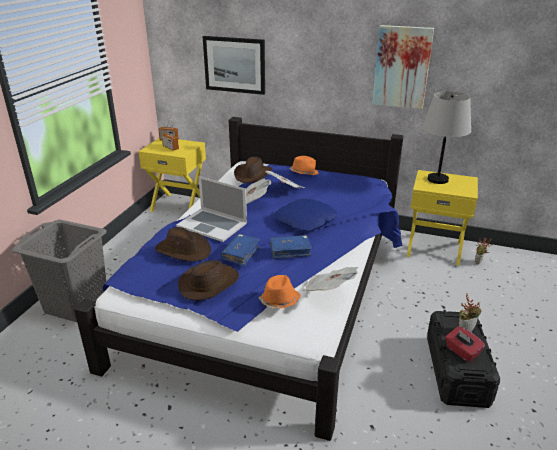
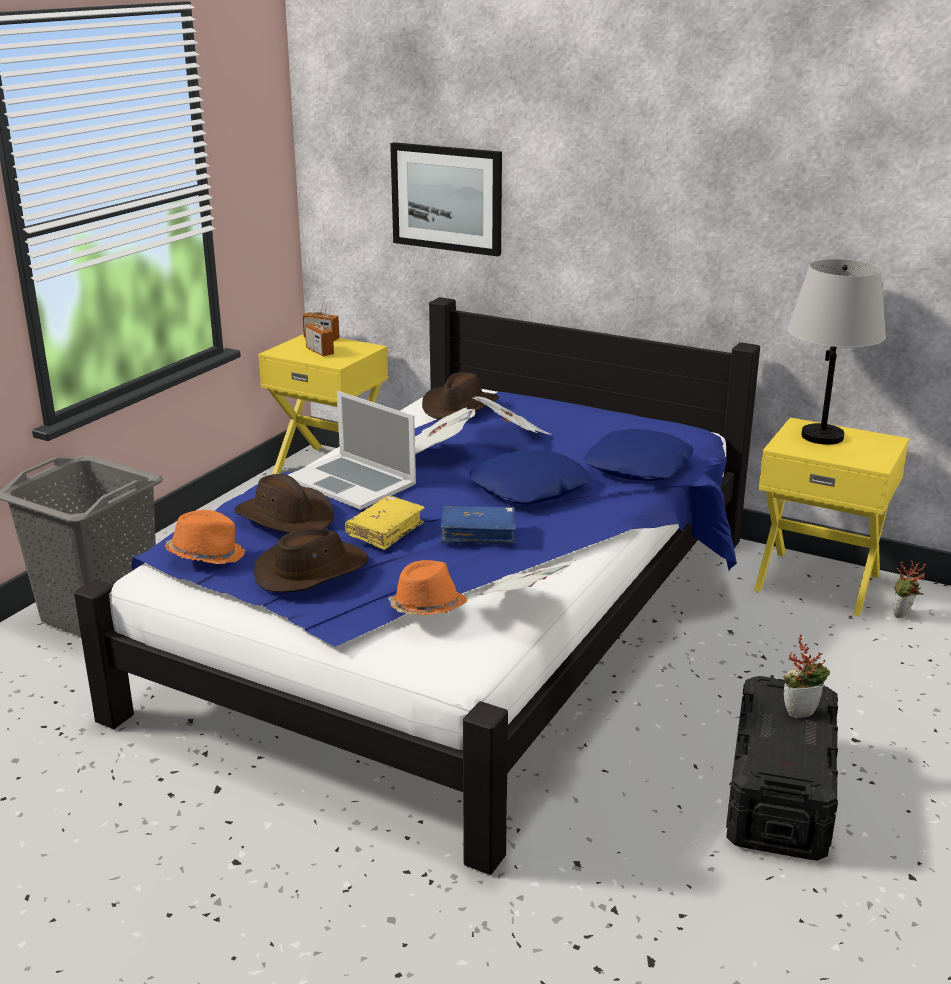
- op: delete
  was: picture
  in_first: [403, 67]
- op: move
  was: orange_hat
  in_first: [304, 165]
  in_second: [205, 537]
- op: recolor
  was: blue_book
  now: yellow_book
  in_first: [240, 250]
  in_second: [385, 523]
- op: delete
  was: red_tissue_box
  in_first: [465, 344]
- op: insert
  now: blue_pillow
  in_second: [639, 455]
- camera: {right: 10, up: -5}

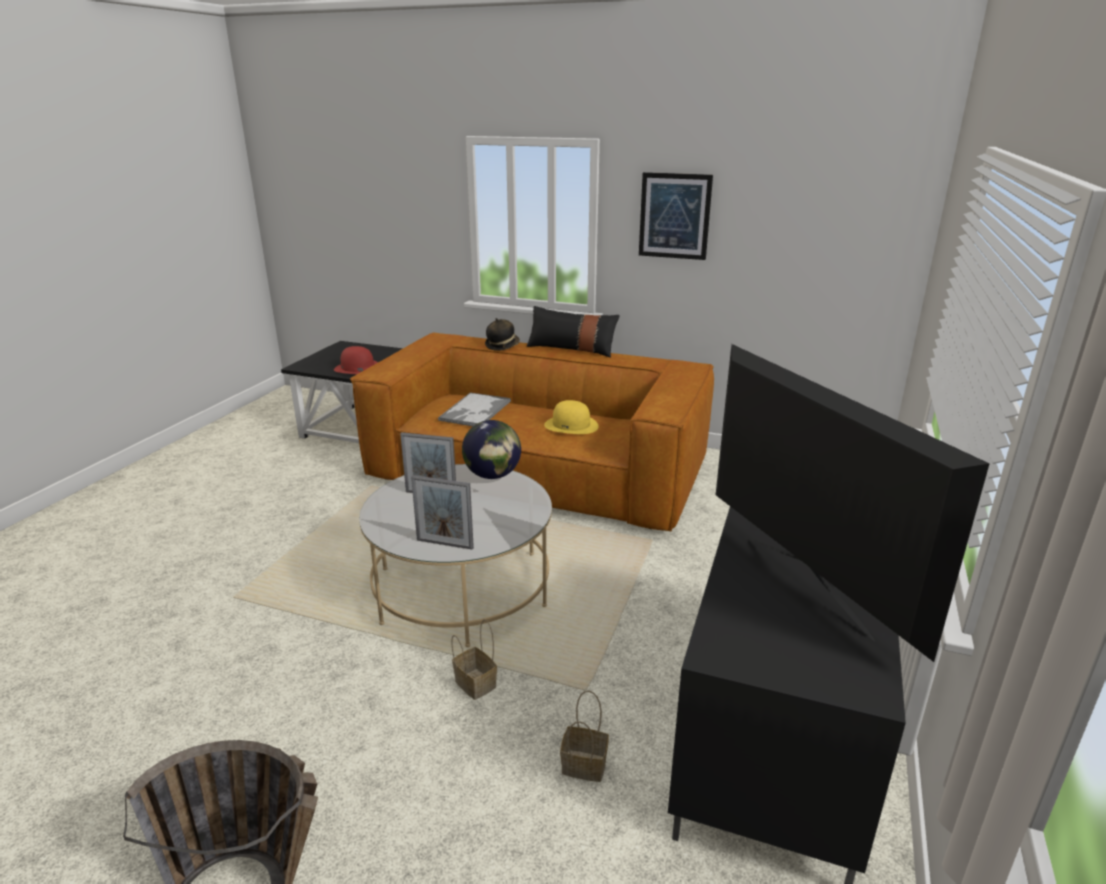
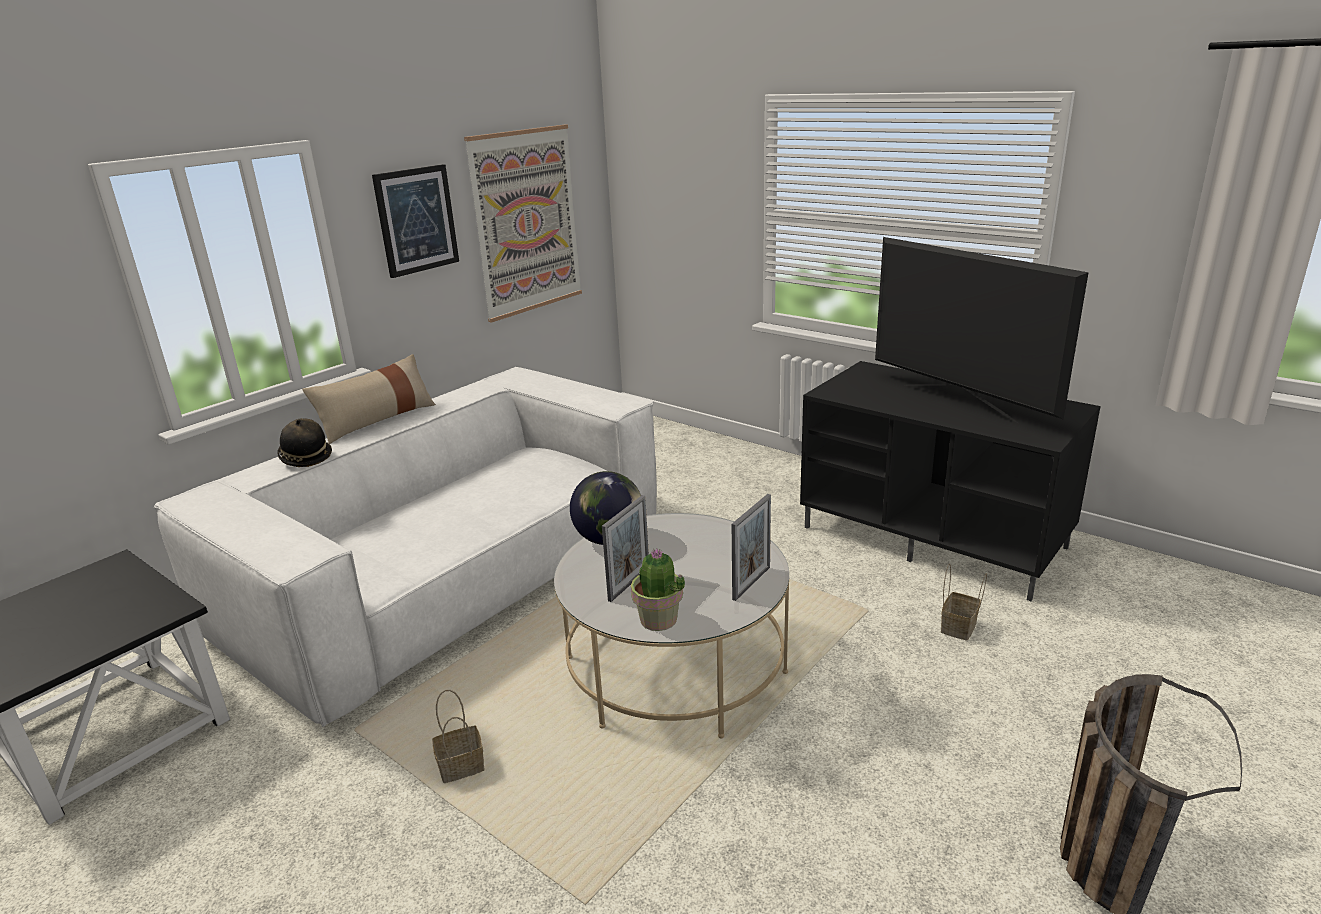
- op: recolor
  was: black_pillow
  now: beige_pillow
  in_first: [573, 331]
  in_second: [369, 399]
- op: recolor
  was: brown_sofa
  now: white_sofa
  in_first: [532, 432]
  in_second: [405, 547]
- op: rotate
  was: television
  in_first: [853, 503]
  in_second: [982, 330]
  clockwise: -120
- op: delete
  was: red_hat
  in_first: [356, 360]
- op: delete
  was: tray
  in_first: [474, 409]
- op: delete
  was: yellow_hat
  in_first: [571, 417]
- op: move
  was: basket
  in_first: [474, 659]
  in_second: [458, 736]
- op: insert
  now: picture
  in_second: [523, 224]
- op: insert
  now: potted_plant
  in_second: [658, 590]
- camera: {right: -70, up: 0}

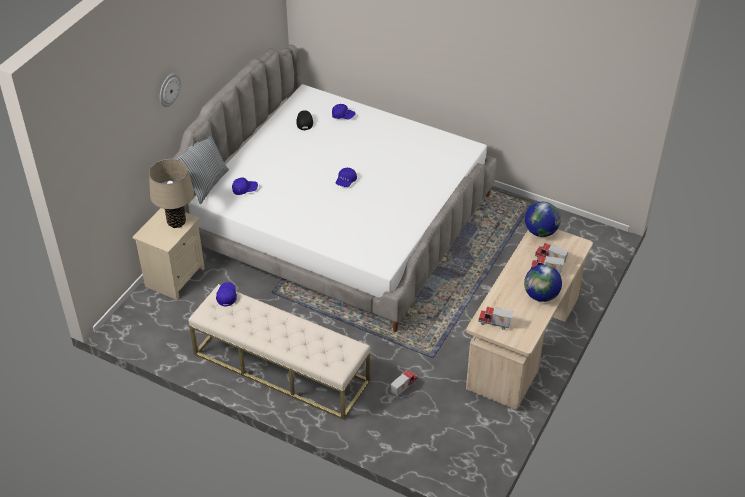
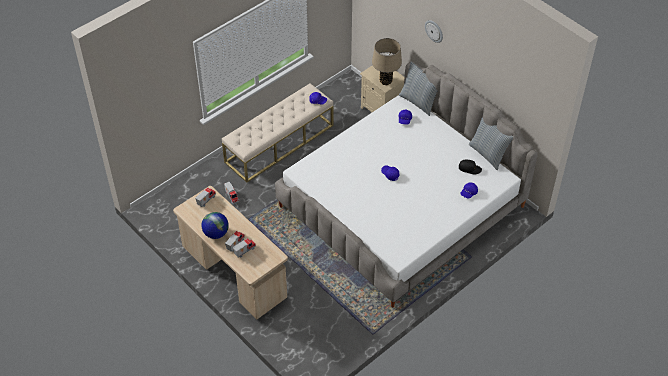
- op: delete
  was: globe
  in_first: [543, 219]
- op: insert
  now: pillow
  in_second: [491, 143]
- camera: {right: 110, up: 5}

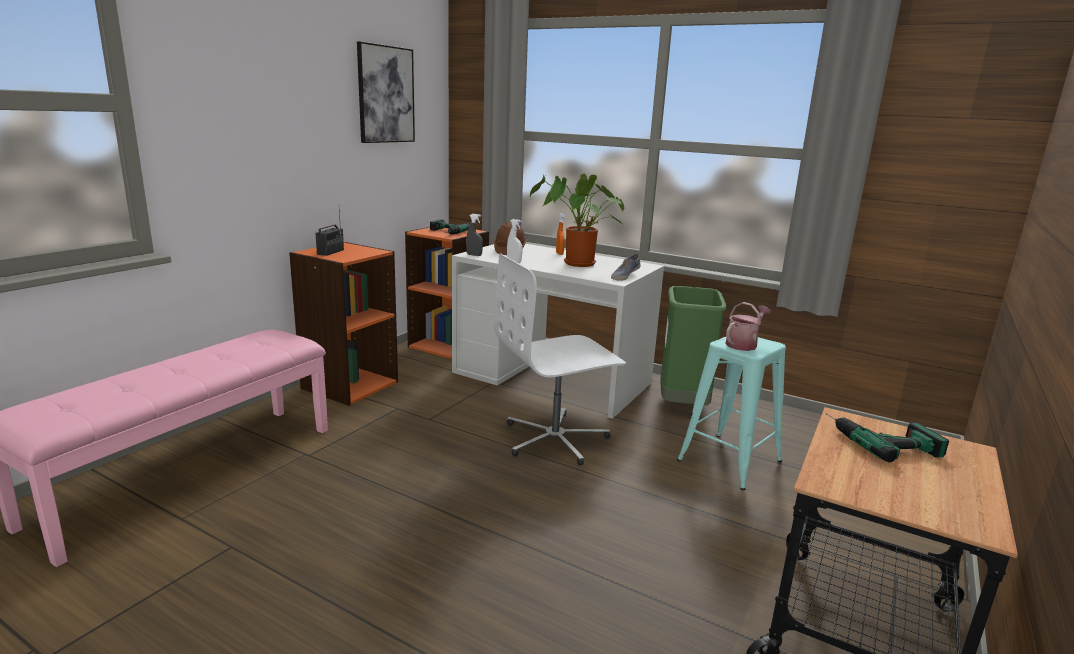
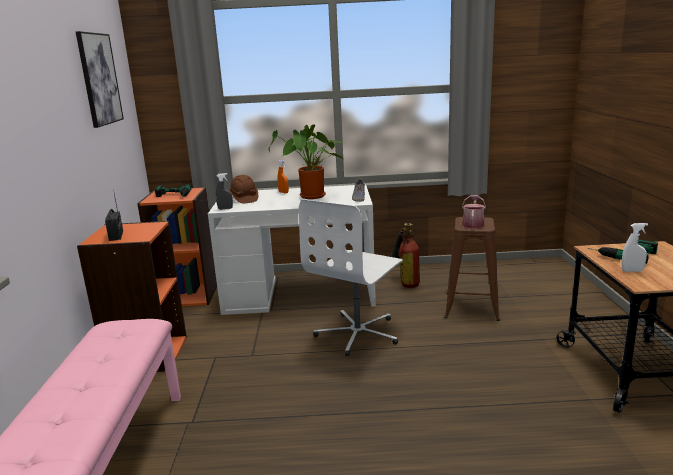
- op: move
  was: white_spray_bottle
  in_first: [514, 241]
  in_second: [634, 247]
- op: replace
  was: green_trash_can
  now: fire_extinguisher
  in_first: [693, 345]
  in_second: [405, 255]
- op: recolor
  was: turquoise_stool
  now: brown_stool
  in_first: [731, 413]
  in_second: [472, 269]
- camera: {right: -30, up: 0}

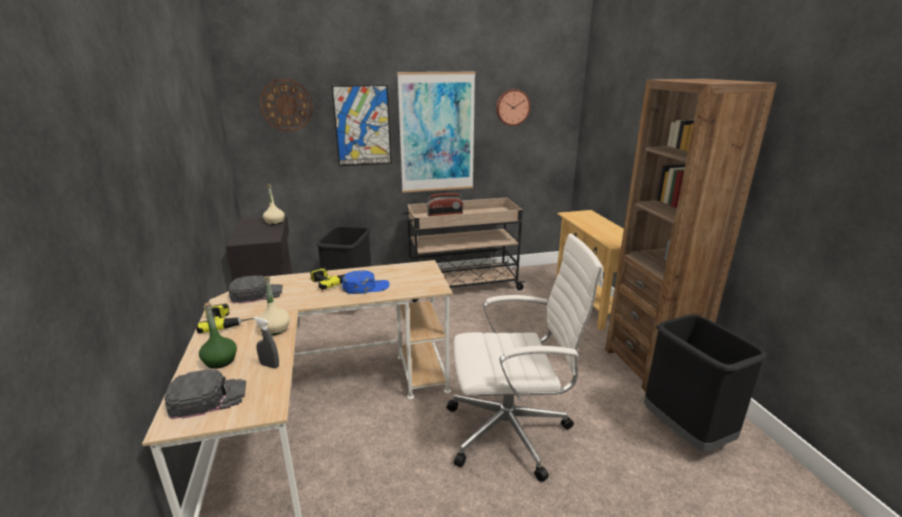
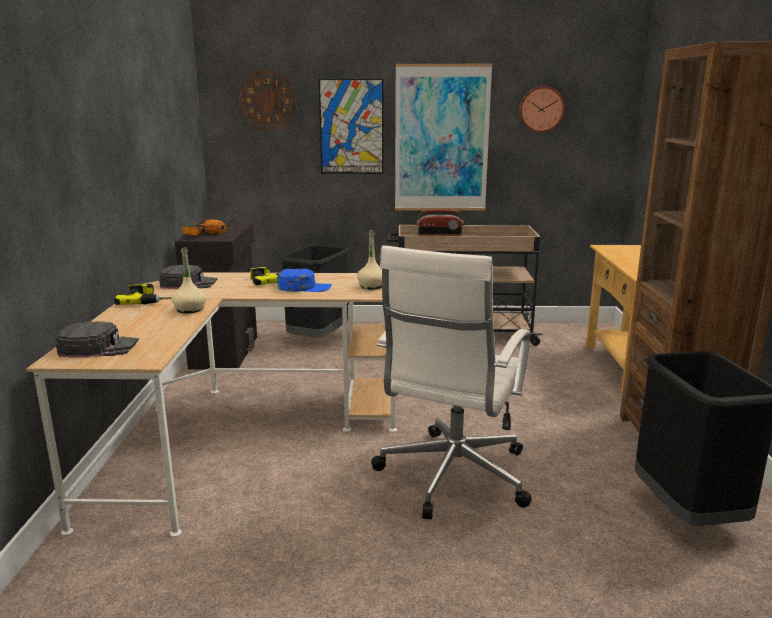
- op: move
  was: beige_bottle
  in_first: [274, 204]
  in_second: [369, 260]
- op: rotate
  was: white_office_chair
  in_first: [525, 357]
  in_second: [451, 382]
  clockwise: 105
- op: delete
  was: green_bottle
  in_first: [218, 335]
- op: delete
  was: grey_spray_bottle
  in_first: [266, 343]
- op: insert
  now: power_drill
  in_second: [204, 227]
- camera: {right: 15, up: -5}

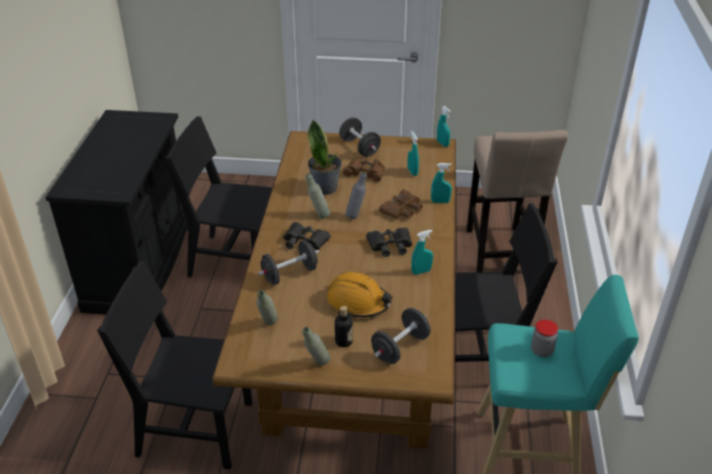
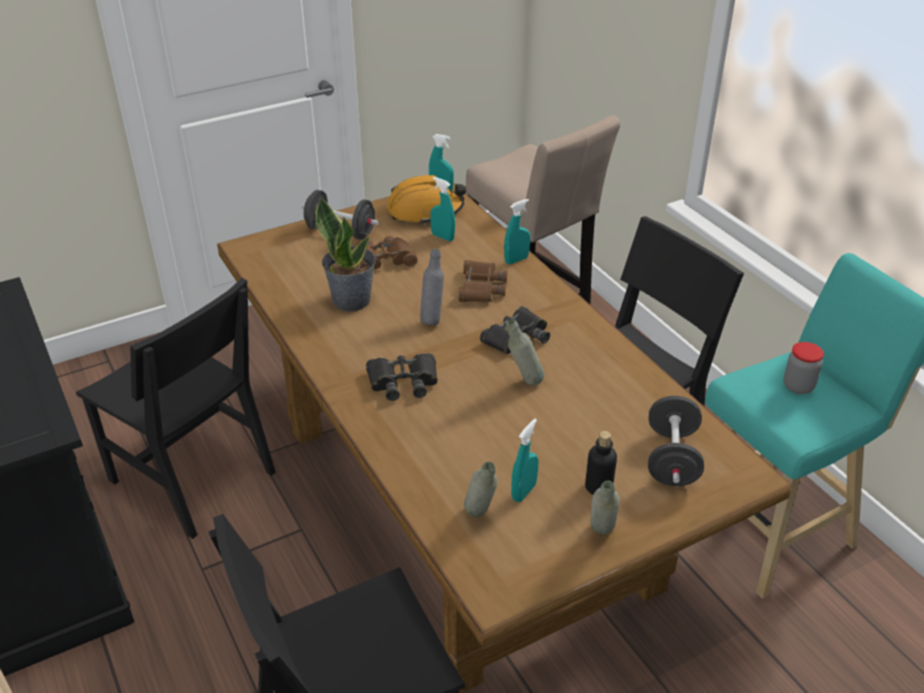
- op: rotate
  was: black_chair
  in_first: [219, 196]
  in_second: [176, 408]
  clockwise: -120
- op: move
  was: grey_bottle
  in_first: [317, 195]
  in_second: [525, 352]
- op: move
  was: turquoise_spray_bottle
  in_first: [422, 252]
  in_second: [524, 460]
- op: delete
  was: black_dumbbell
  in_first: [288, 262]
- op: move
  was: orange_hard_hat
  in_first: [360, 294]
  in_second: [426, 200]
- camera: {right: -35, up: 0}

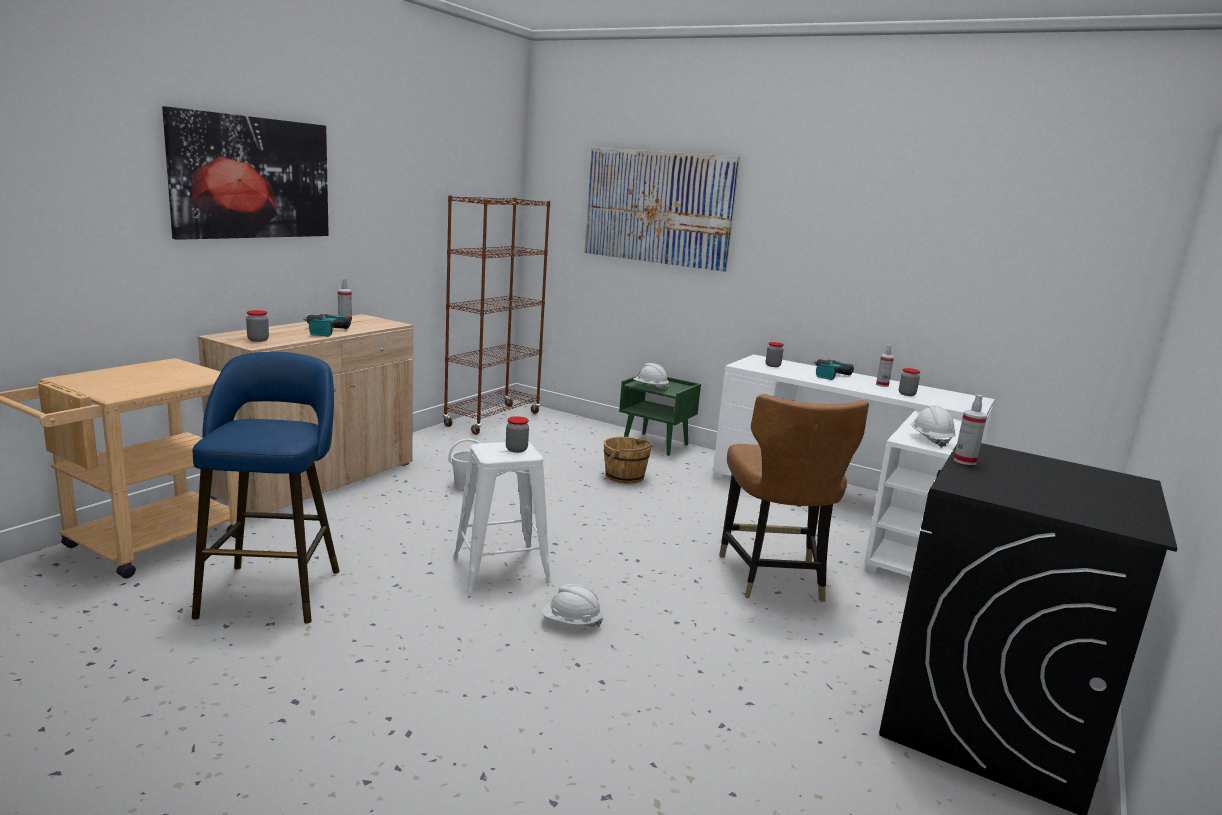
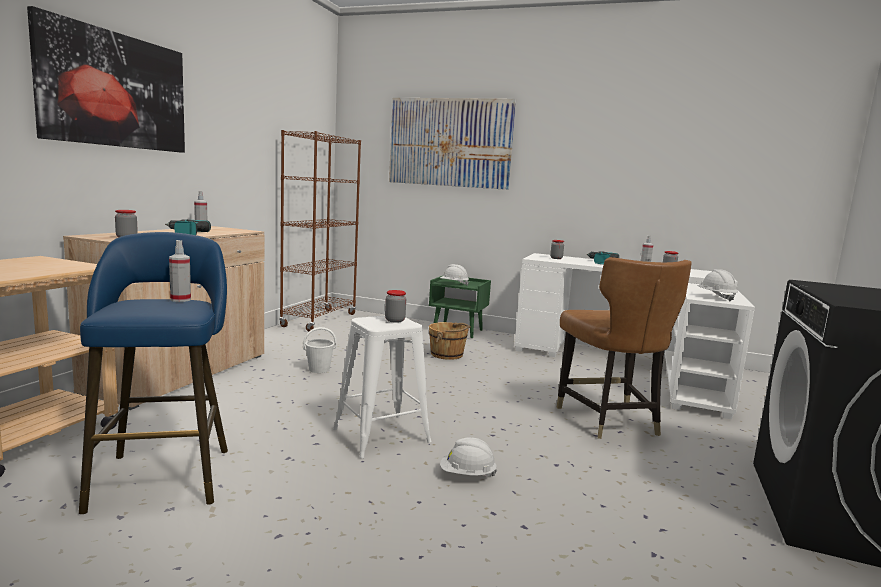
- op: move
  was: spray_bottle
  in_first: [970, 430]
  in_second: [180, 271]
- camera: {right: -10, up: -5}

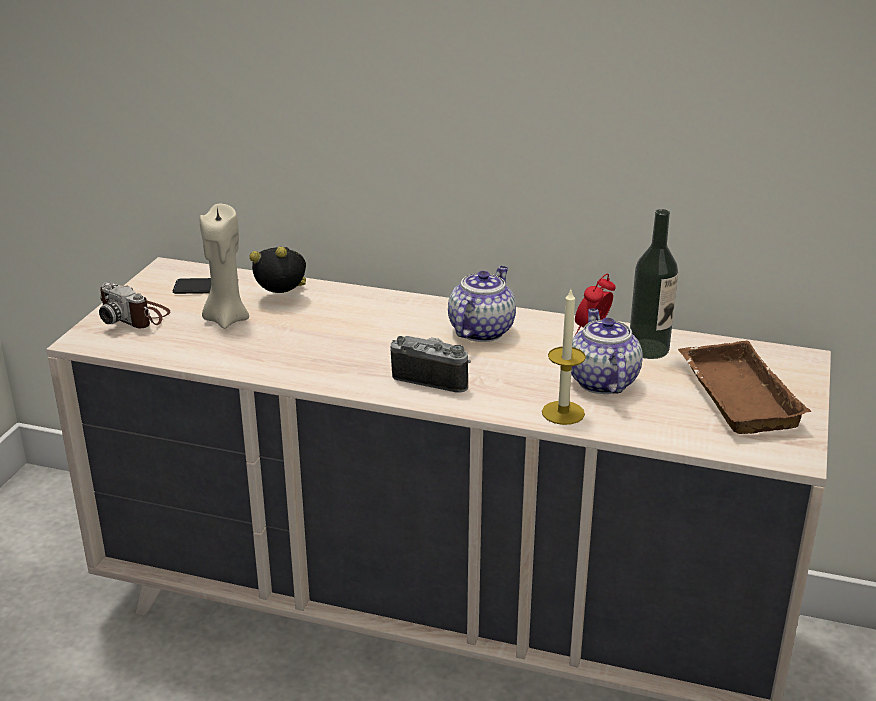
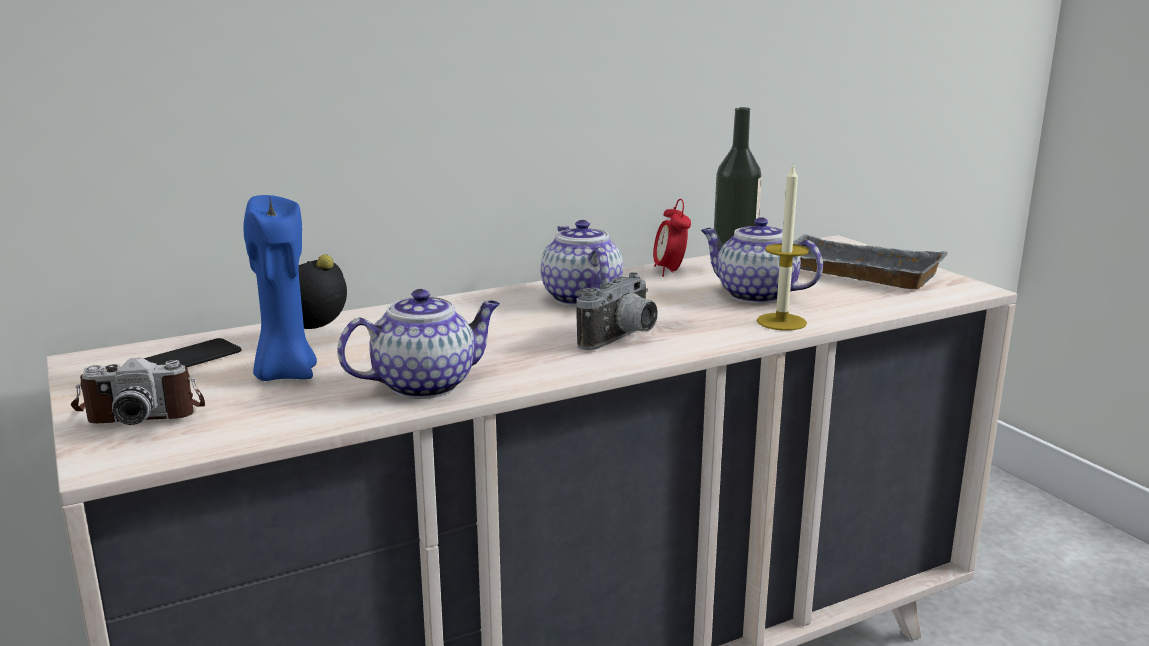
- op: recolor
  was: beige_candle
  now: blue_candle
  in_first: [224, 266]
  in_second: [280, 288]
- op: rotate
  was: photo_camera
  in_first: [430, 364]
  in_second: [617, 311]
  clockwise: 150
- op: recolor
  was: brown_tray
  now: grey_tray
  in_first: [744, 387]
  in_second: [870, 262]
- op: insert
  now: teapot
  in_second: [418, 344]
- camera: {right: -45, up: -10}

